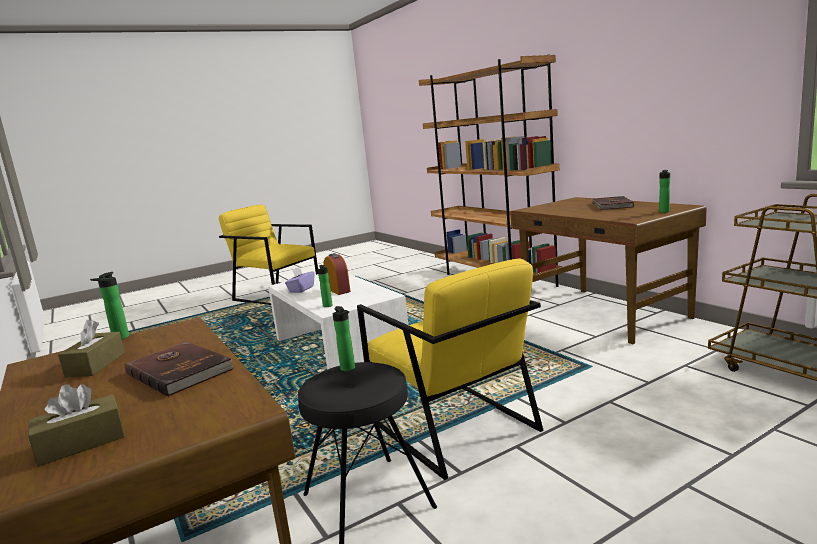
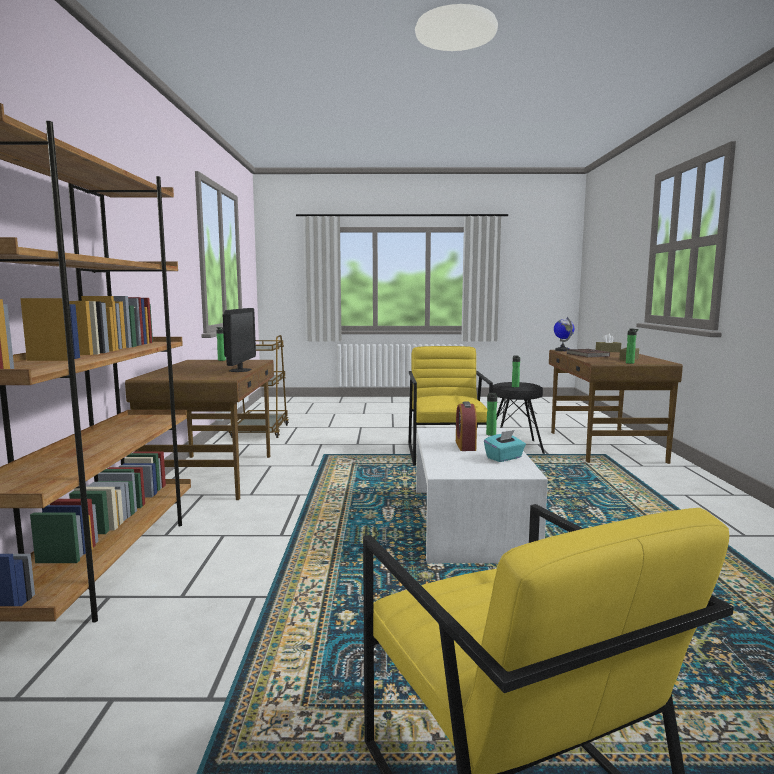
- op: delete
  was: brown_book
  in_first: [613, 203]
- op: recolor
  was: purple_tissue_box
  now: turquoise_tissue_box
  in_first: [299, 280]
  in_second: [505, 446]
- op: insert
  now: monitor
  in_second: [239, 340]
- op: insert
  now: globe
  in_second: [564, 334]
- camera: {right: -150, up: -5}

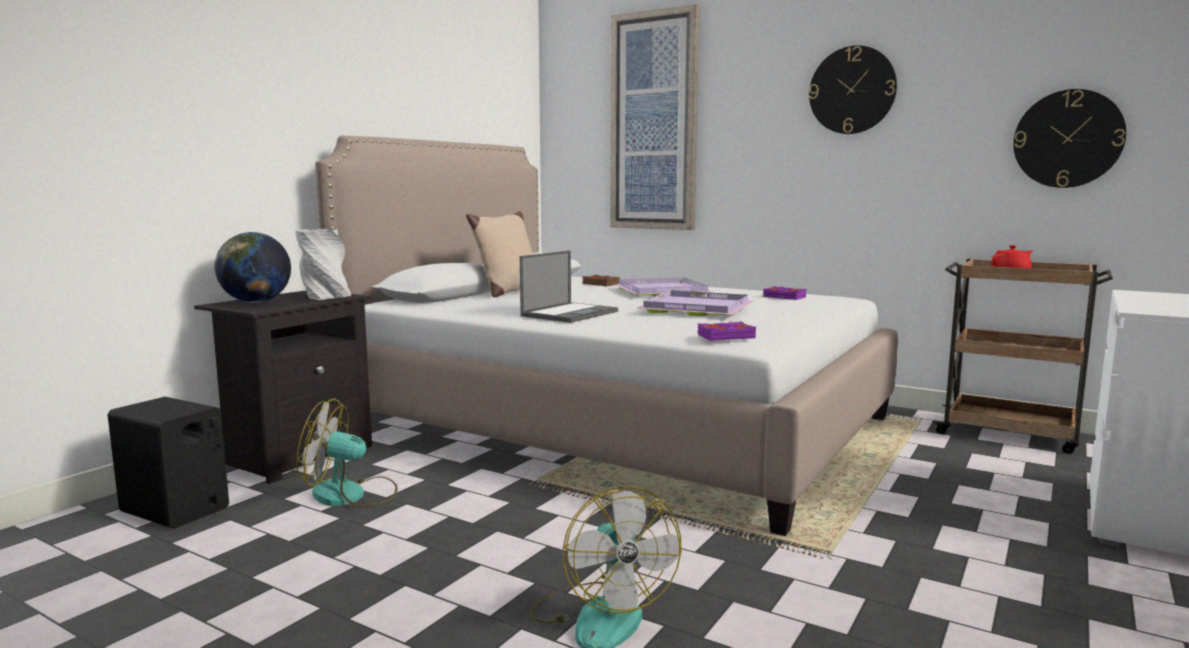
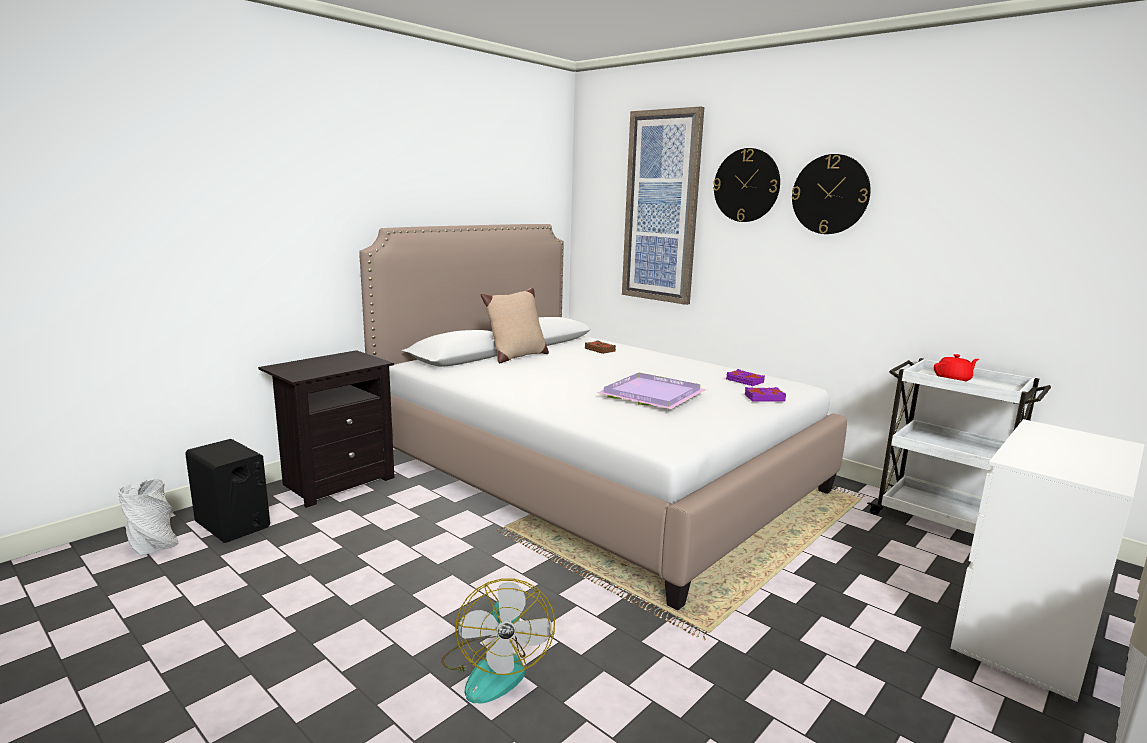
- op: move
  was: wall_clock
  in_first: [1069, 138]
  in_second: [746, 185]
- op: move
  was: grey_vase
  in_first: [323, 264]
  in_second: [149, 517]
- op: delete
  was: globe
  in_first: [252, 267]
- op: delete
  was: laptop
  in_first: [569, 286]
- op: recolor
  was: brown_cart
  now: white_cart
  in_first: [1022, 356]
  in_second: [959, 446]
- op: delete
  was: purple_tray
  in_first: [664, 287]
- op: move
  was: purple_book
  in_first: [727, 331]
  in_second: [765, 394]
- op: delete
  was: fan
  in_first: [347, 452]
- camera: {right: 10, up: 5}

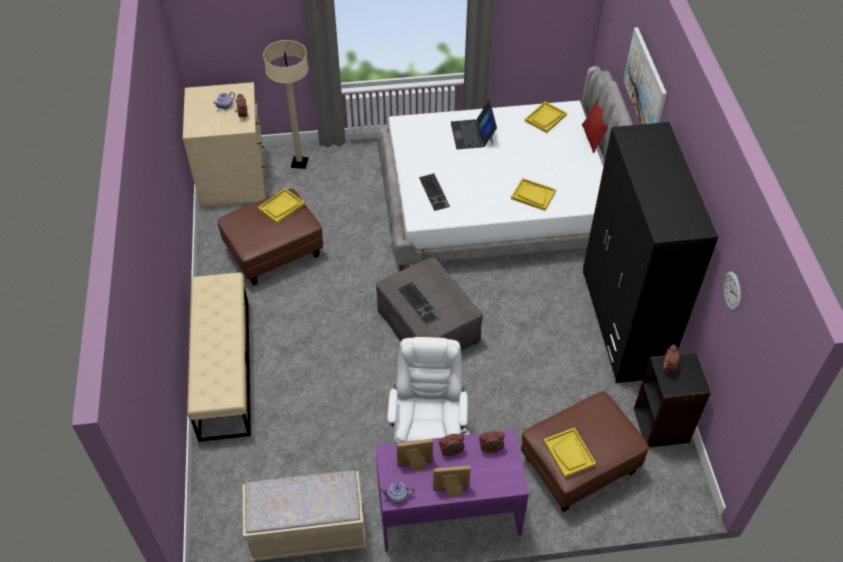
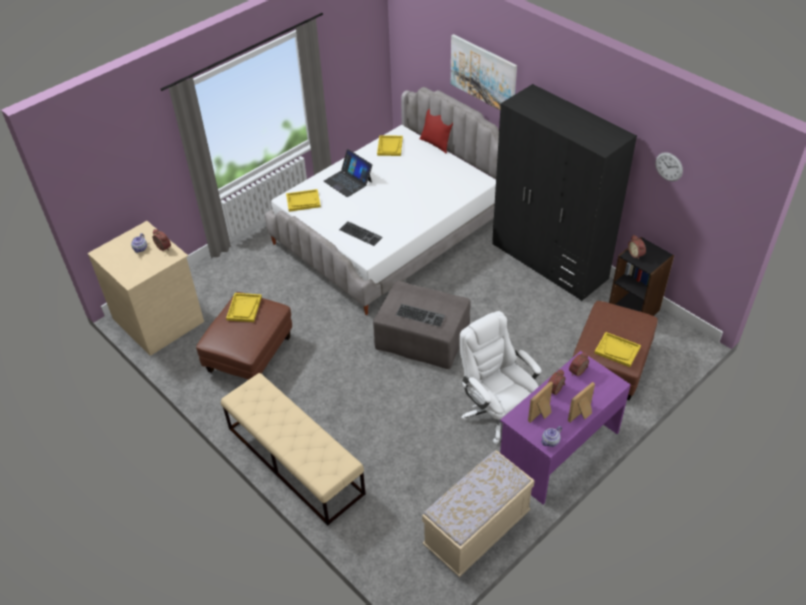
- op: delete
  was: beige_floor_lamp
  in_first: [286, 104]
- op: move
  was: yellow_tray
  in_first: [533, 194]
  in_second: [303, 200]
- camera: {right: -35, up: -5}

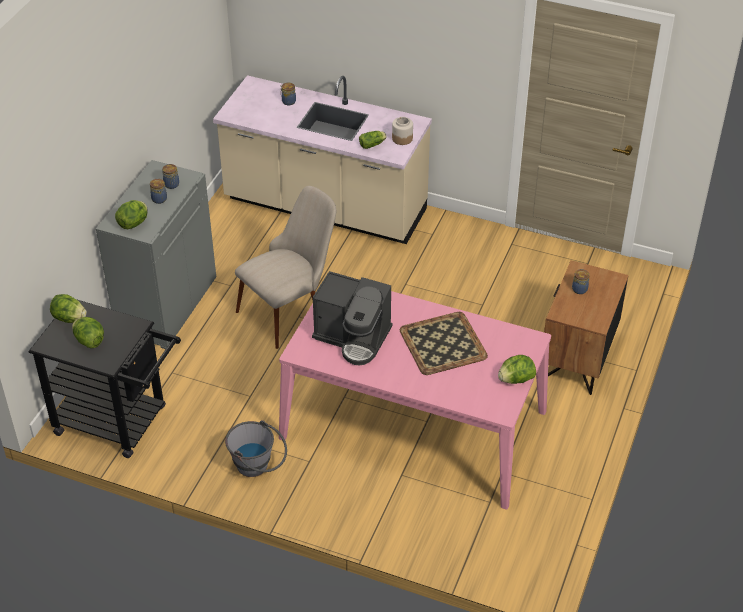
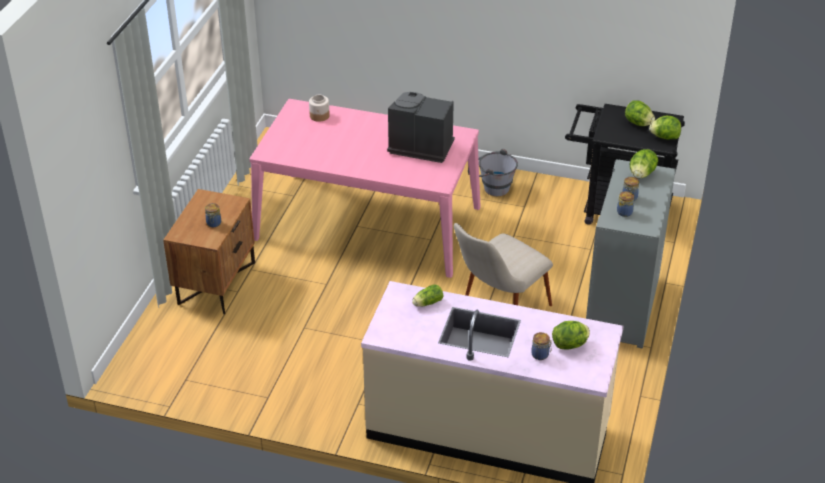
- op: move
  was: jar
  in_first: [402, 131]
  in_second: [319, 108]
- op: delete
  was: tray
  in_first: [444, 343]
- op: move
  was: lettuce
  in_first: [517, 369]
  in_second: [571, 335]
- camera: {right: 175, up: -5}

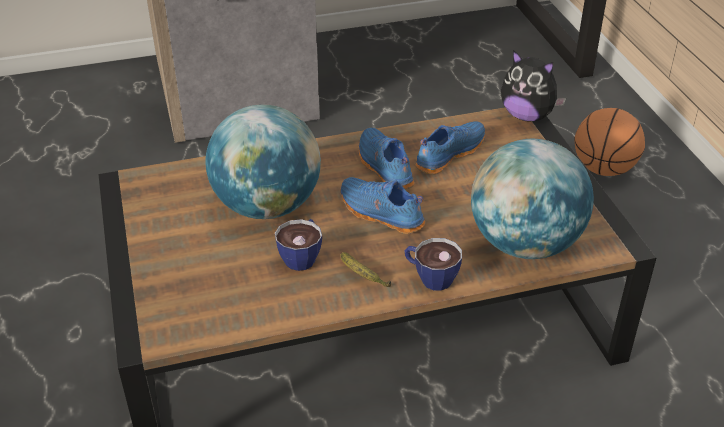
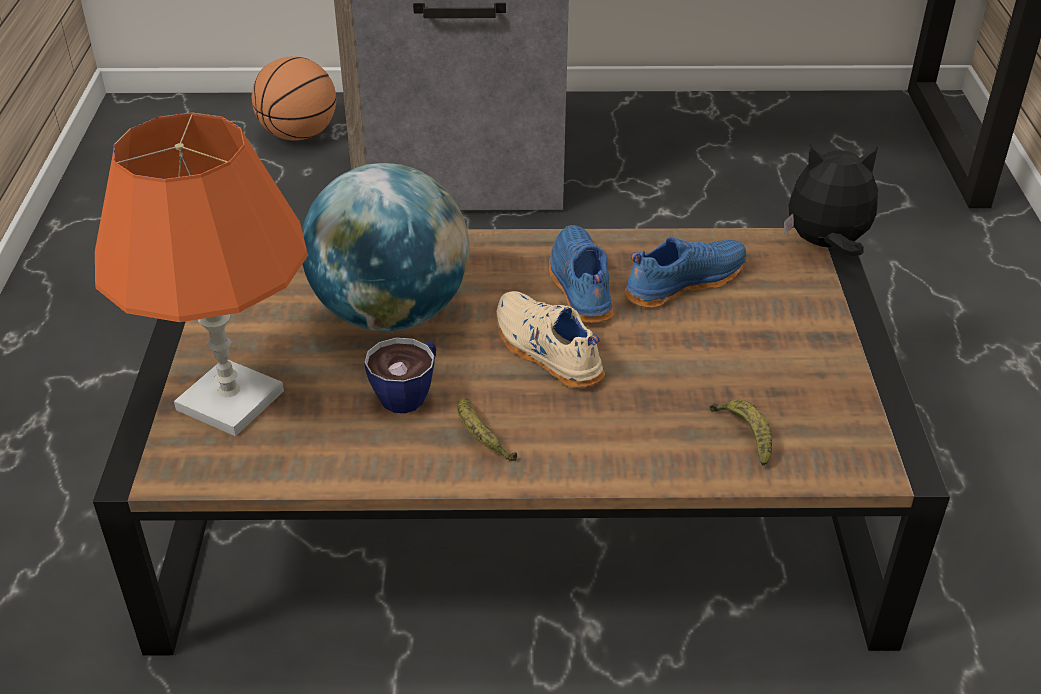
- op: rotate
  was: plush_toy
  in_first: [533, 85]
  in_second: [831, 200]
  clockwise: 135
- op: move
  was: basketball
  in_first: [610, 142]
  in_second: [294, 98]
- op: replace
  was: globe
  now: banana
  in_first: [532, 199]
  in_second: [741, 433]
- op: recolor
  was: blue_shoe
  now: beige_shoe
  in_first: [383, 205]
  in_second: [551, 339]
- op: delete
  was: cup
  in_first: [433, 264]
- op: insert
  now: orange_table_lamp
  in_second: [201, 274]
- camera: {right: 15, up: 0}

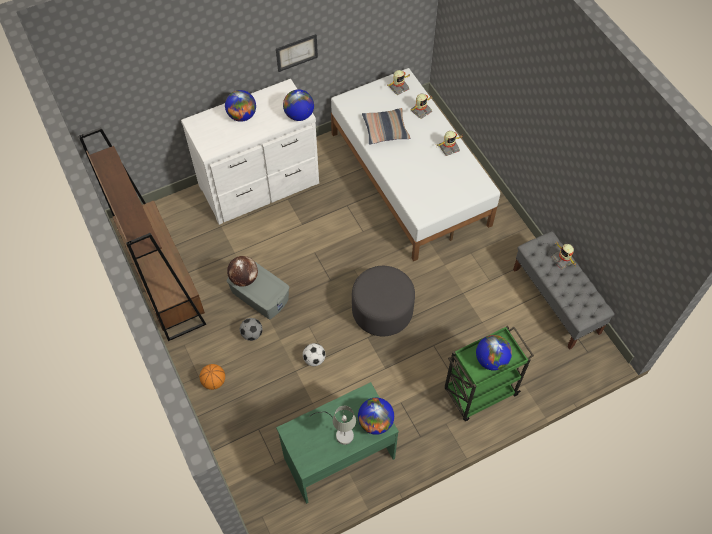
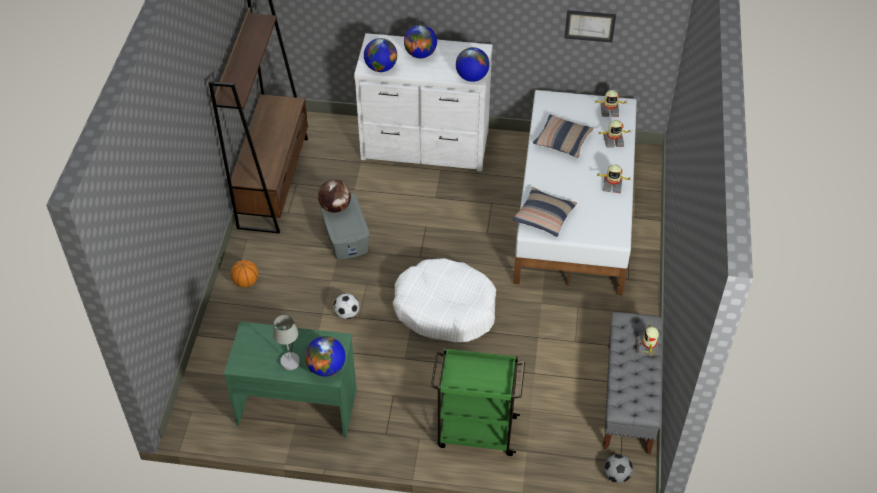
- op: move
  was: picture
  in_first: [297, 53]
  in_second: [590, 26]
- op: replace
  was: grey_ottoman
  now: white_dog_bed
  in_first: [383, 301]
  in_second: [444, 300]
- op: move
  was: football
  in_first: [251, 329]
  in_second: [618, 468]
- op: move
  was: globe
  in_first: [494, 353]
  in_second: [380, 55]
- op: insert
  now: pillow
  in_second: [544, 212]
- camera: {right: 35, up: -10}

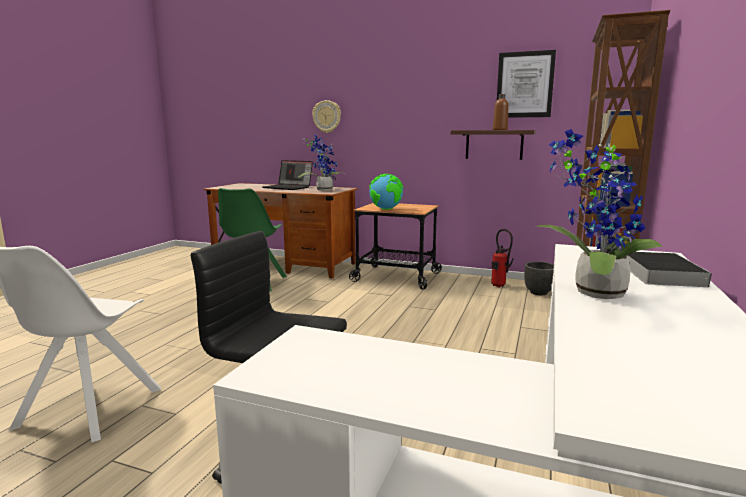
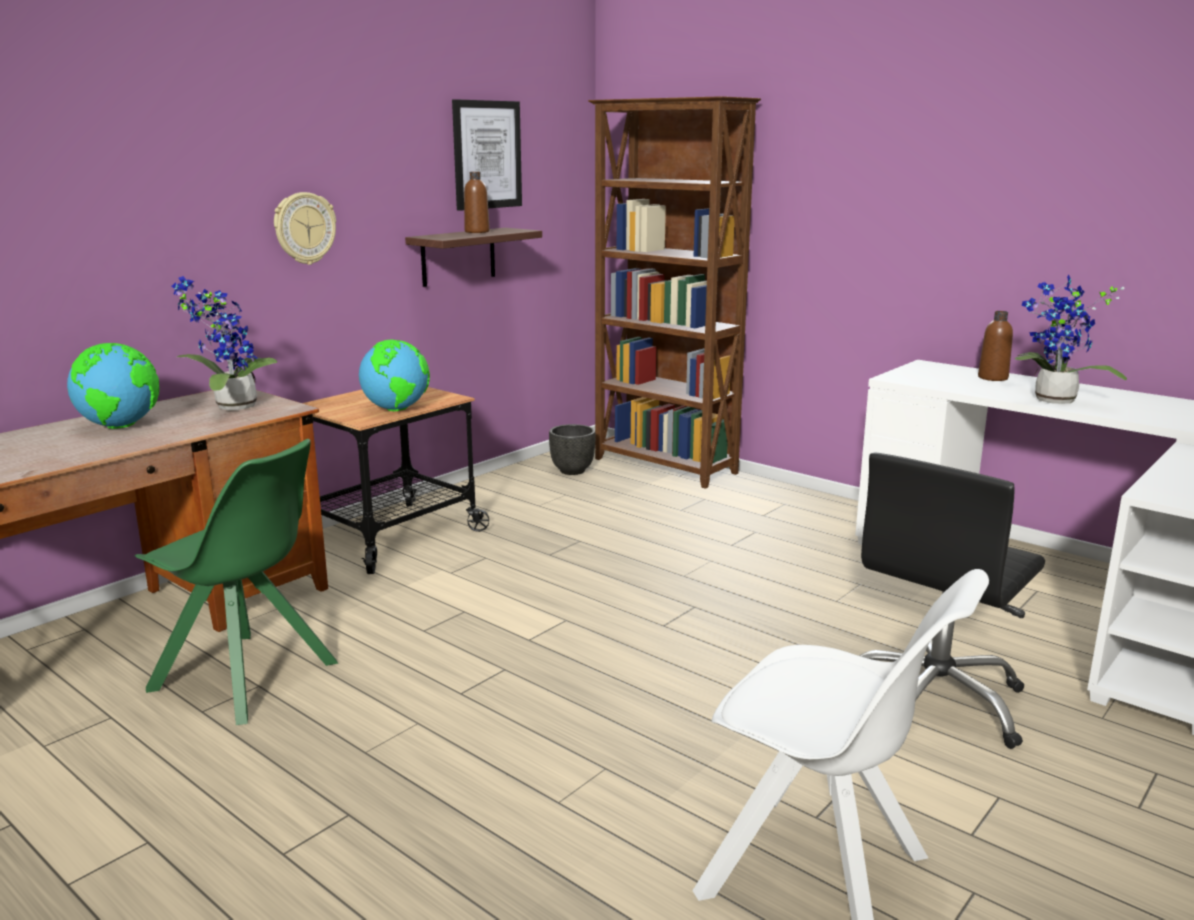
- op: move
  was: wall_clock
  in_first: [326, 116]
  in_second: [305, 228]
- op: replace
  was: laptop
  now: globe
  in_first: [287, 175]
  in_second: [113, 386]
- op: delete
  was: fire_extinguisher
  in_first: [502, 258]
- op: replace
  was: book
  now: brown_bottle
  in_first: [669, 269]
  in_second: [995, 346]
- camera: {right: -70, up: 5}

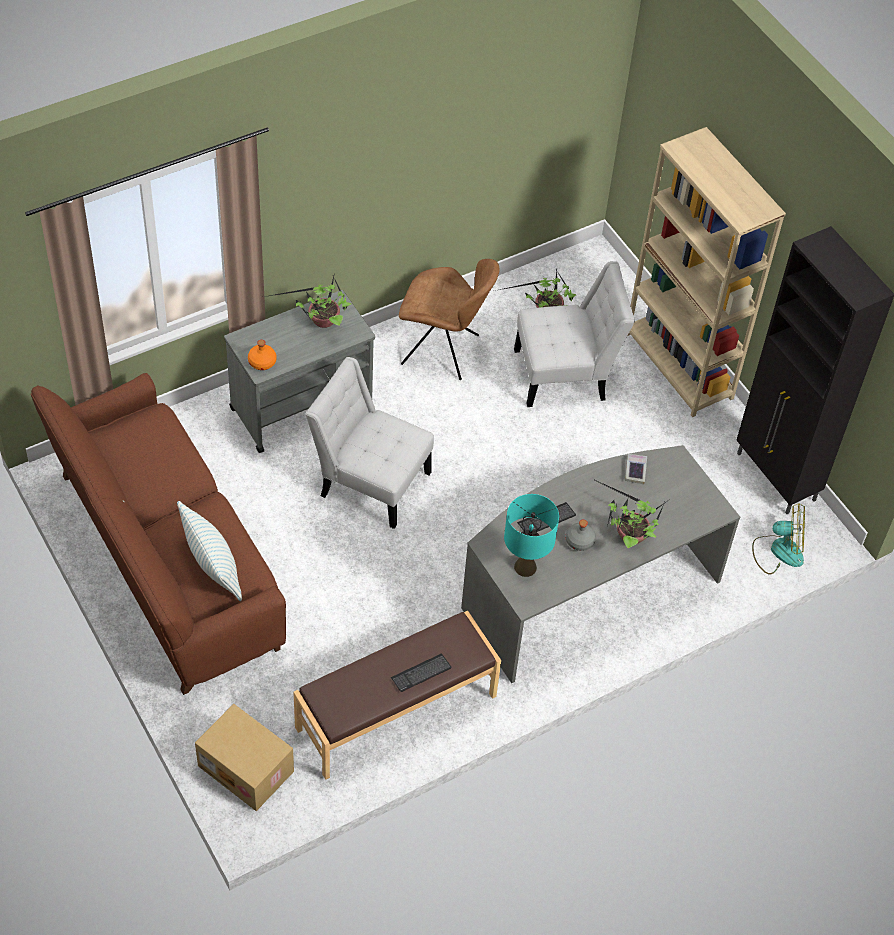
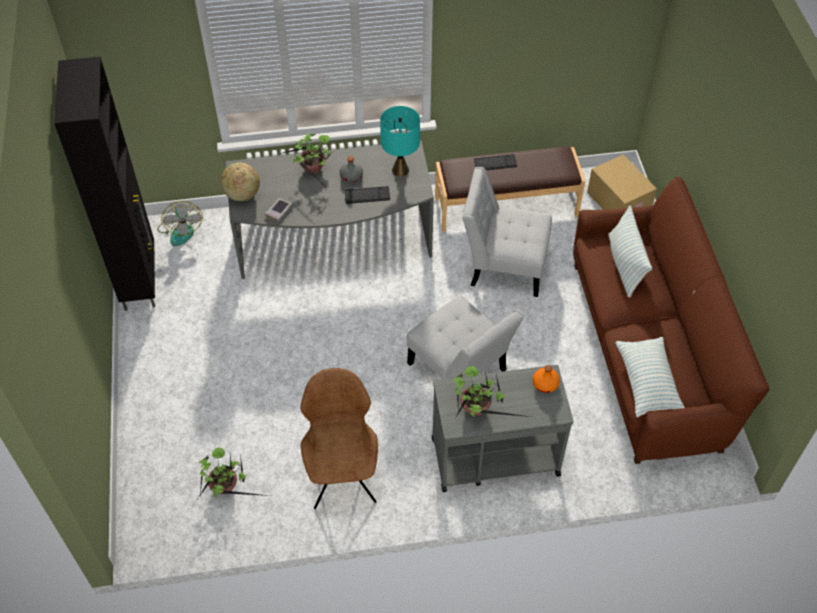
- op: delete
  was: beige_bookcase
  in_first: [707, 272]
- op: rotate
  was: brown_chair
  in_first: [449, 319]
  in_second: [339, 438]
  clockwise: 45
- op: move
  was: white_chair
  in_first: [574, 334]
  in_second: [507, 232]
- op: rotate
  was: fan
  in_first: [778, 539]
  in_second: [180, 223]
  clockwise: -135
- op: insert
  now: globe
  in_second: [240, 181]
- op: insert
  now: pillow
  in_second: [650, 377]
- camera: {right: -155, up: 0}

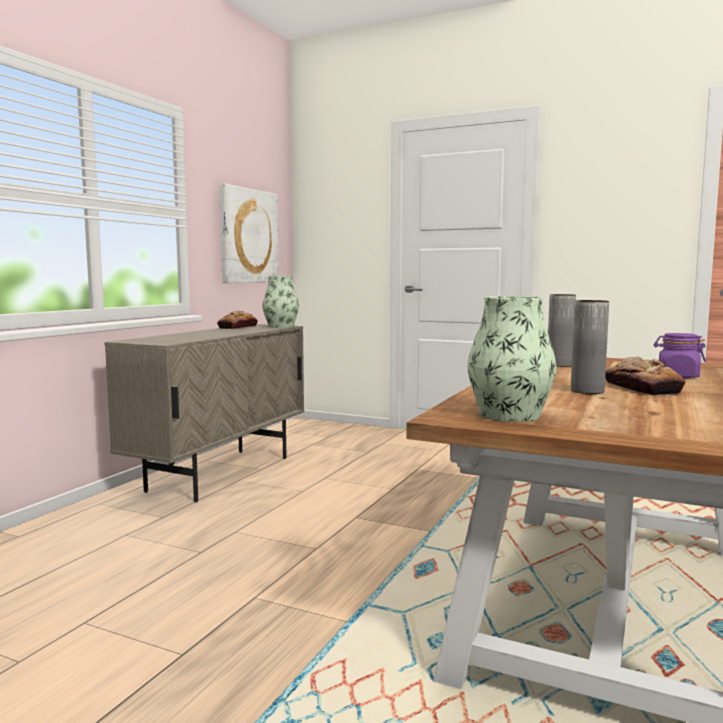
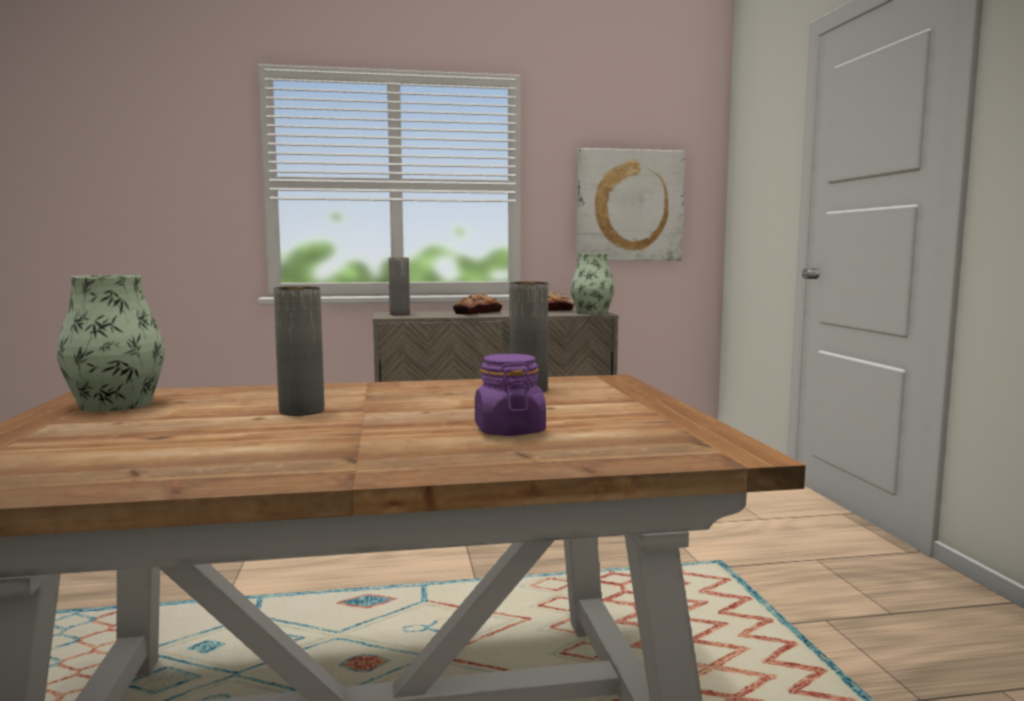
- op: move
  was: bread
  in_first: [645, 375]
  in_second: [477, 304]
- op: insert
  now: grey_vase
  in_second: [399, 286]
- camera: {right: 55, up: 0}

